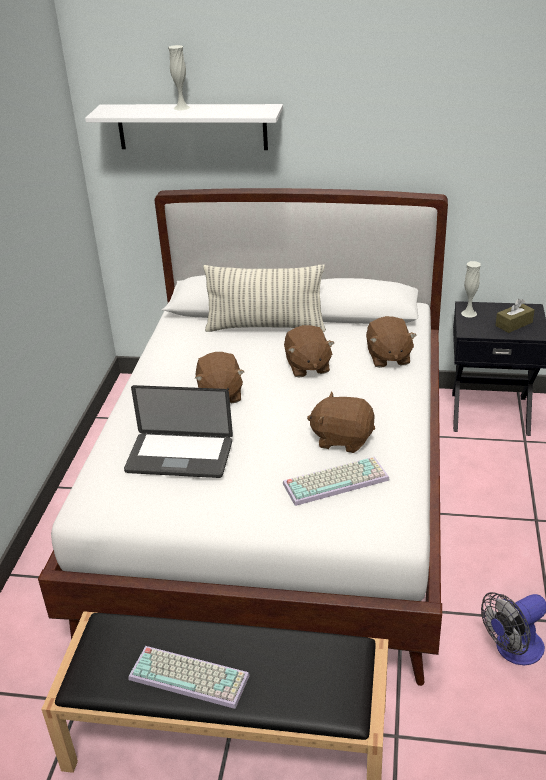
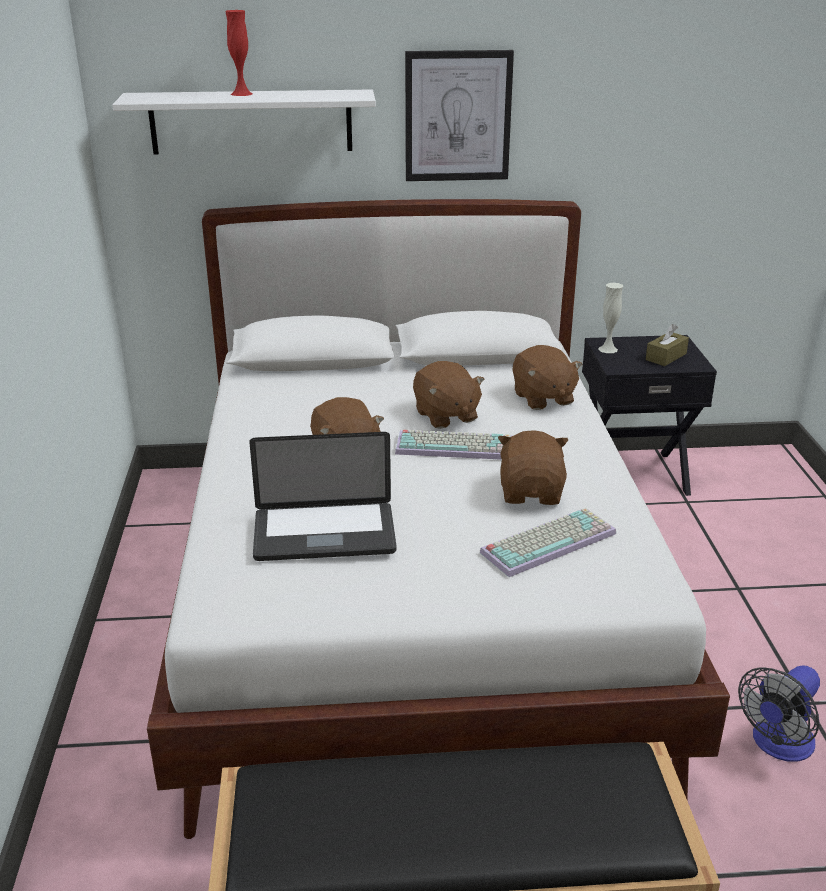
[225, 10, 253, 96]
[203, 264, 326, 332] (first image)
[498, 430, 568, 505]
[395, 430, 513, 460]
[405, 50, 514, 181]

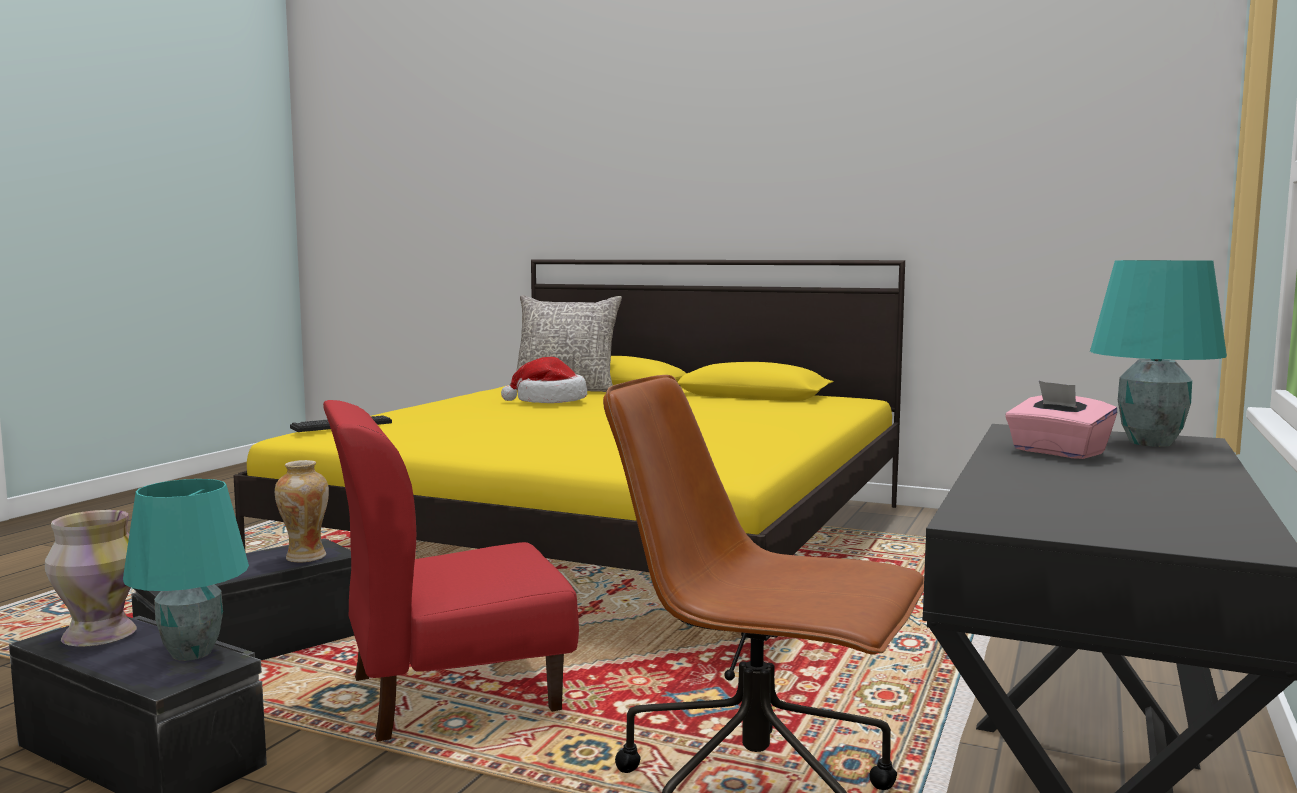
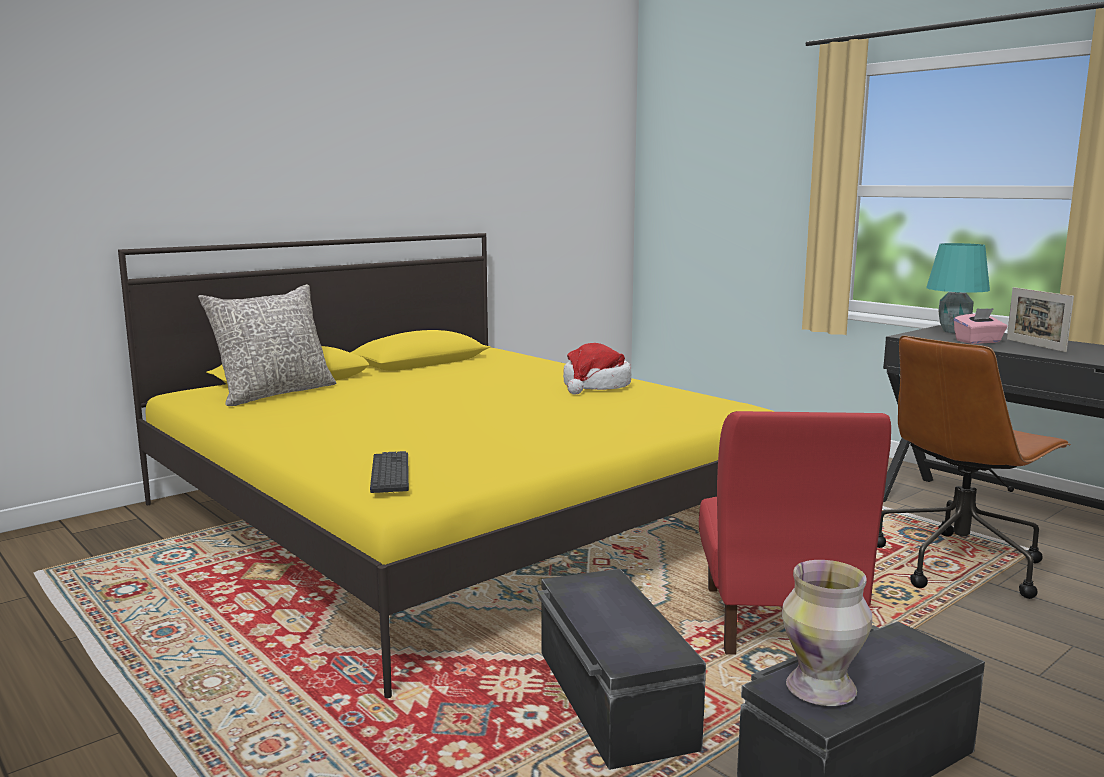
[563, 343, 631, 394]
[275, 460, 329, 562] (first image)
[123, 479, 249, 661] (first image)
[1007, 287, 1074, 352]

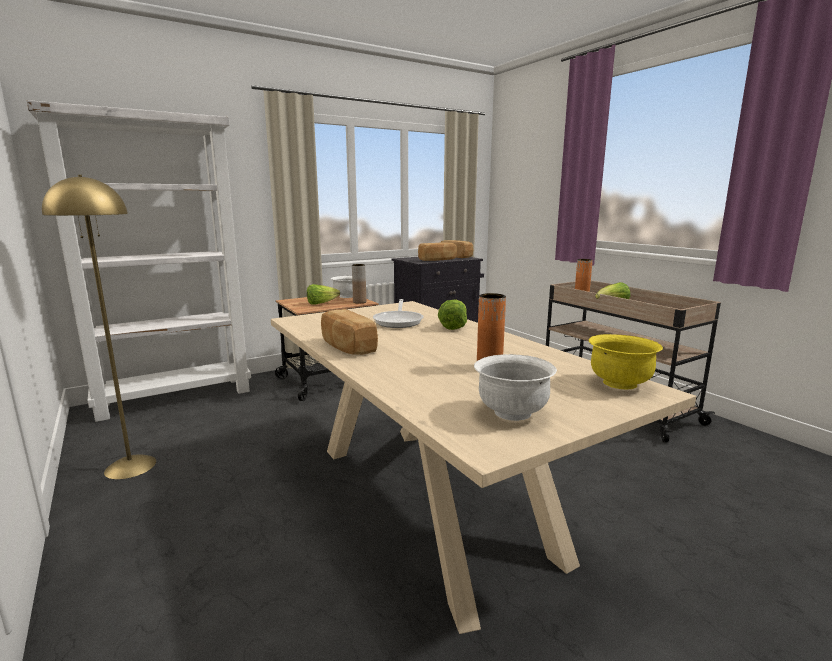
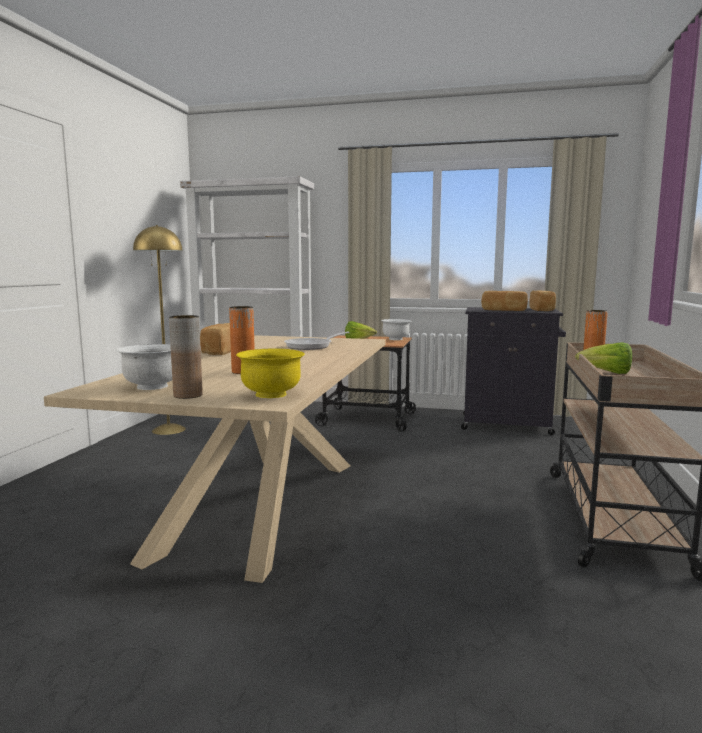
[169, 315, 203, 399]
[438, 300, 467, 330] (first image)

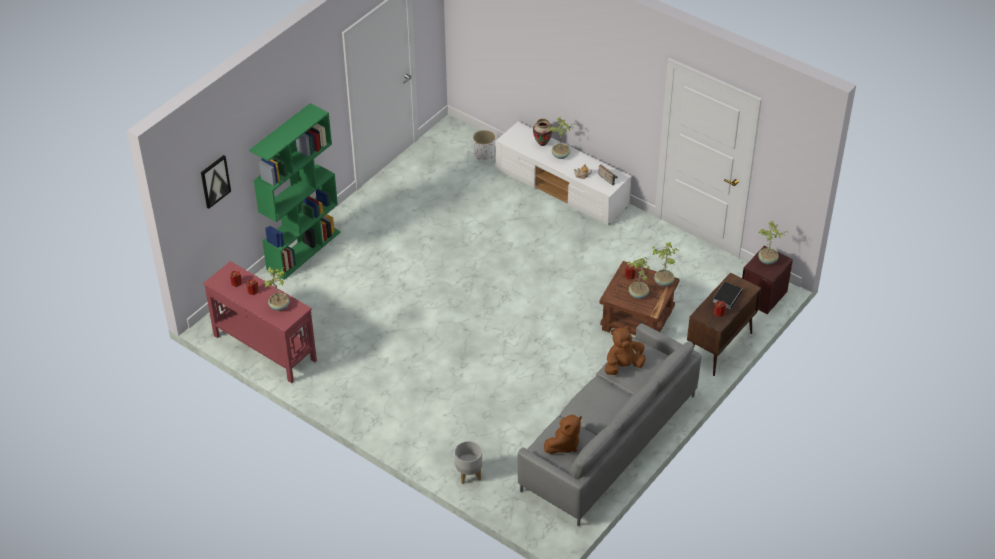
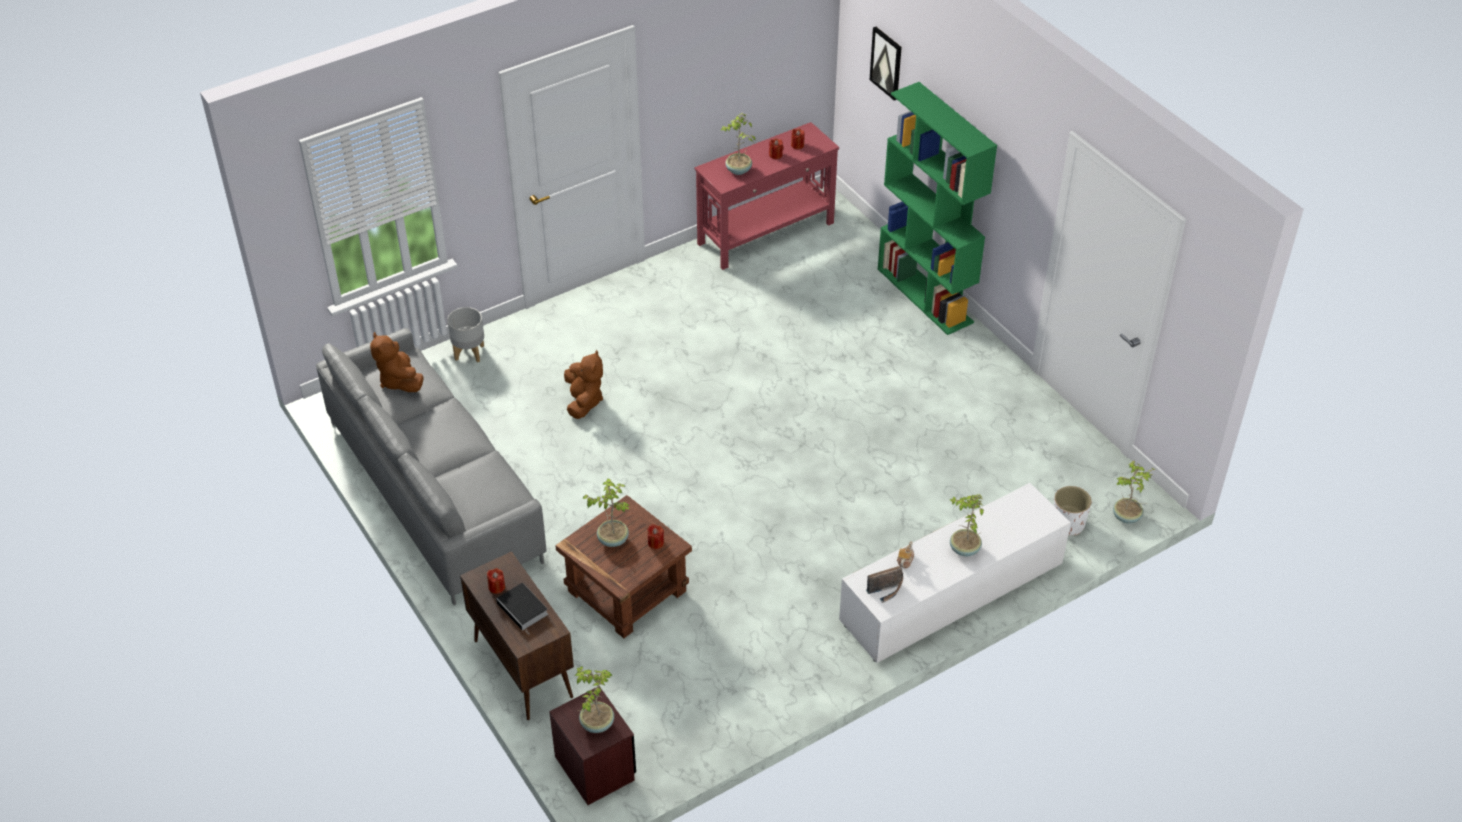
[533, 119, 553, 146] (first image)
[1113, 461, 1156, 524]
[564, 350, 603, 419]

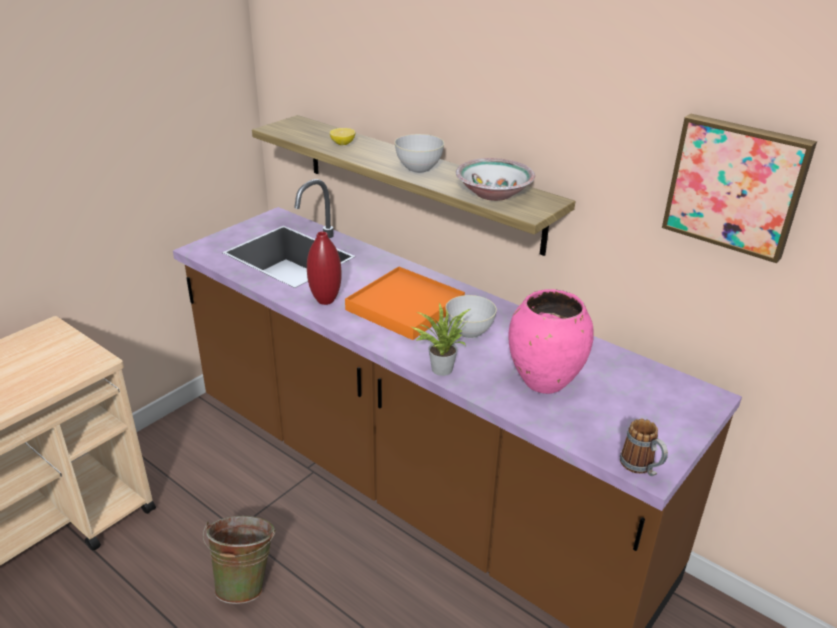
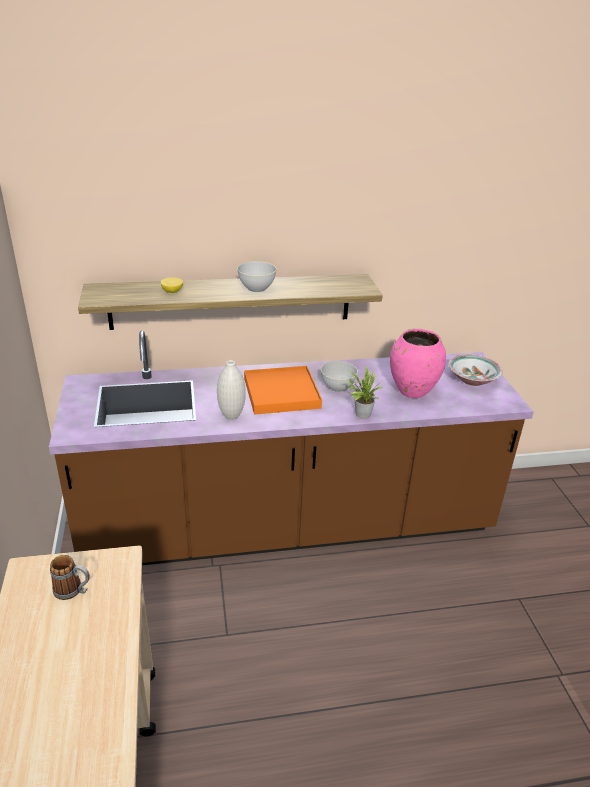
[662, 114, 817, 263] (first image)
[448, 354, 503, 386]
[217, 360, 246, 420]
[50, 555, 90, 600]
[203, 516, 276, 604] (first image)

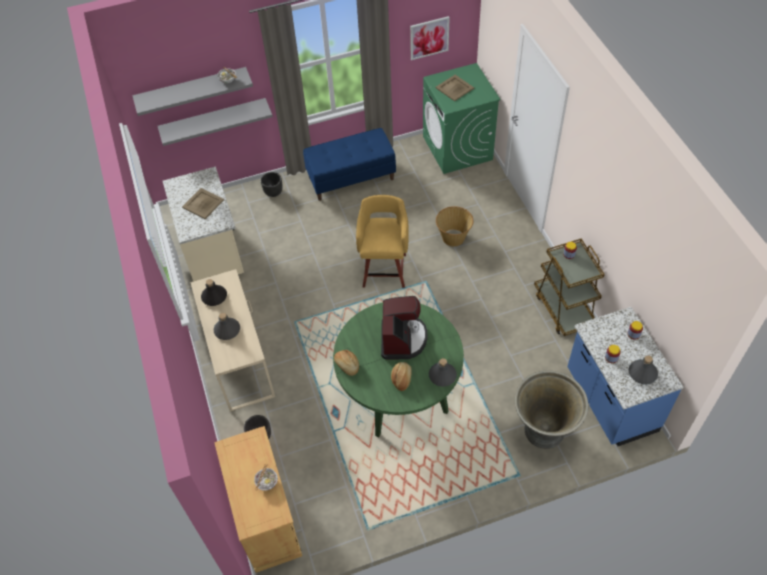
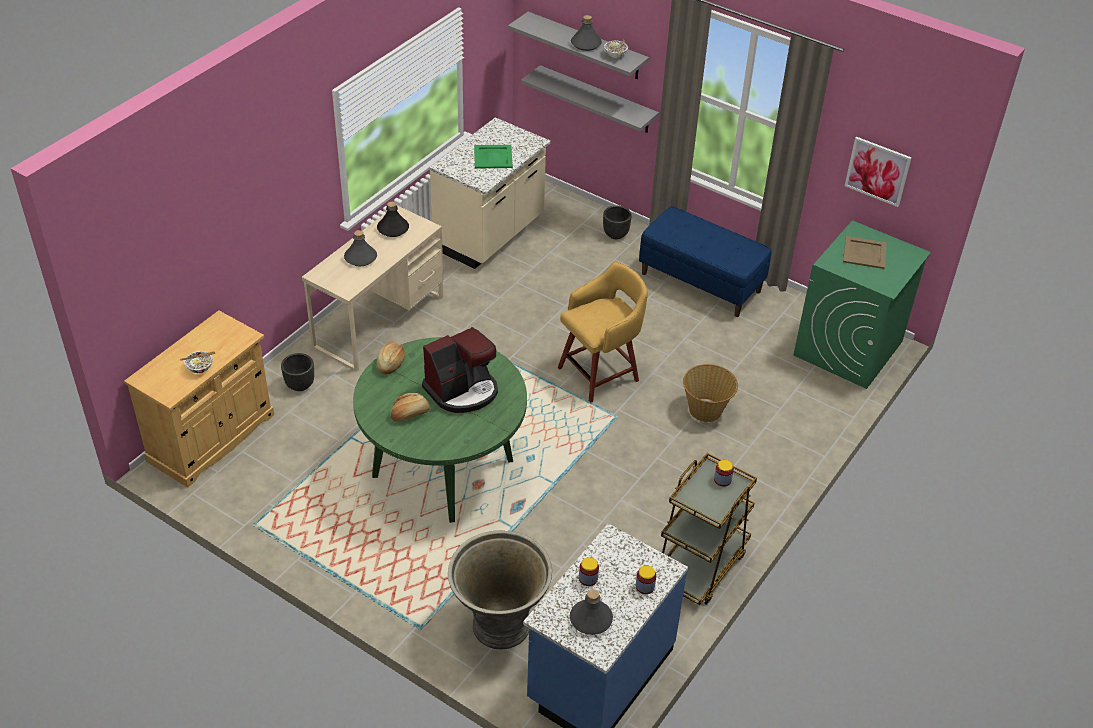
[474, 145, 513, 168]
[571, 15, 602, 51]

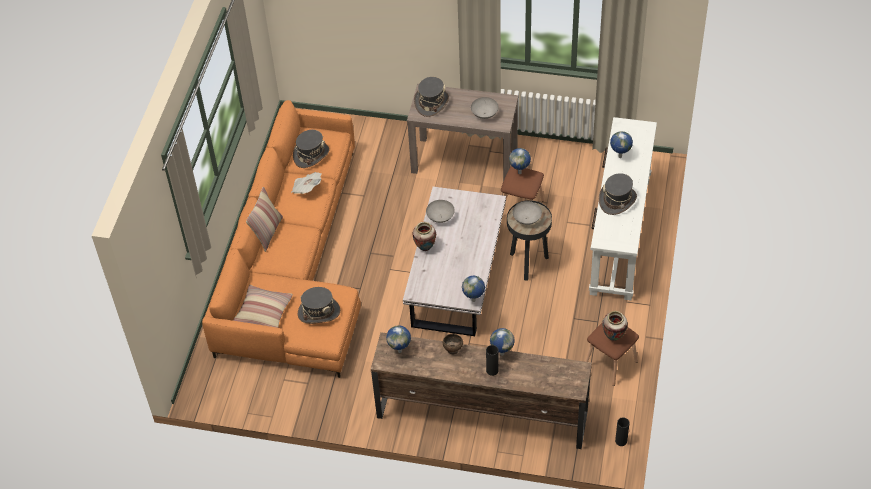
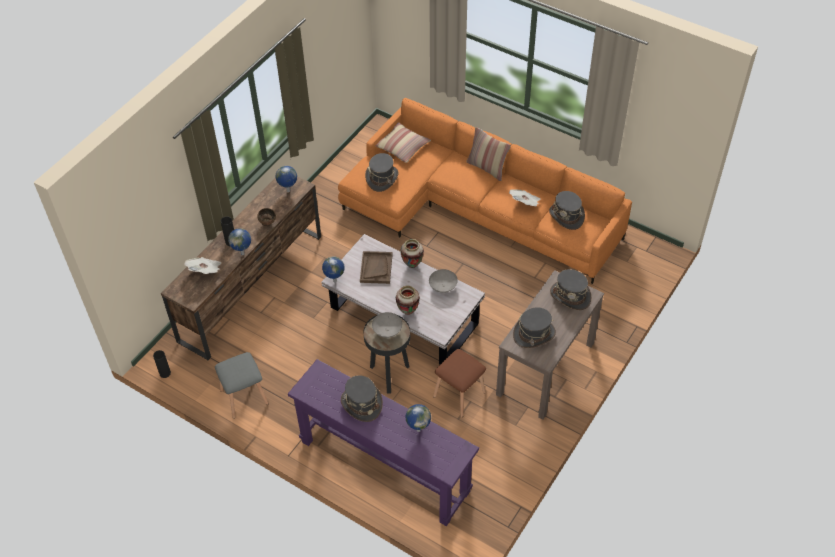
[513, 307, 556, 348]
[288, 359, 479, 526]
[509, 148, 531, 174] (first image)
[396, 285, 420, 315]
[215, 352, 269, 419]
[360, 251, 393, 284]
[184, 257, 222, 274]

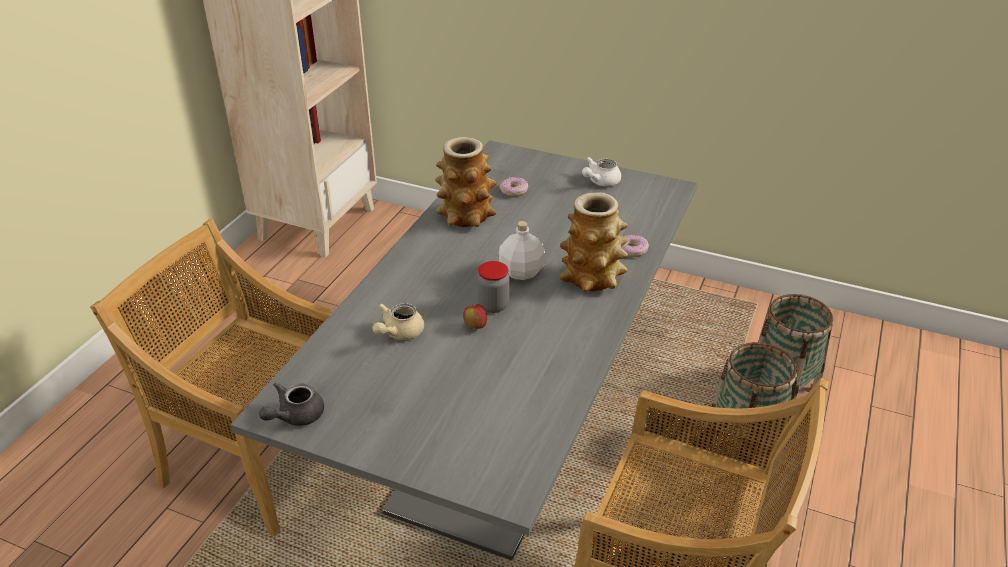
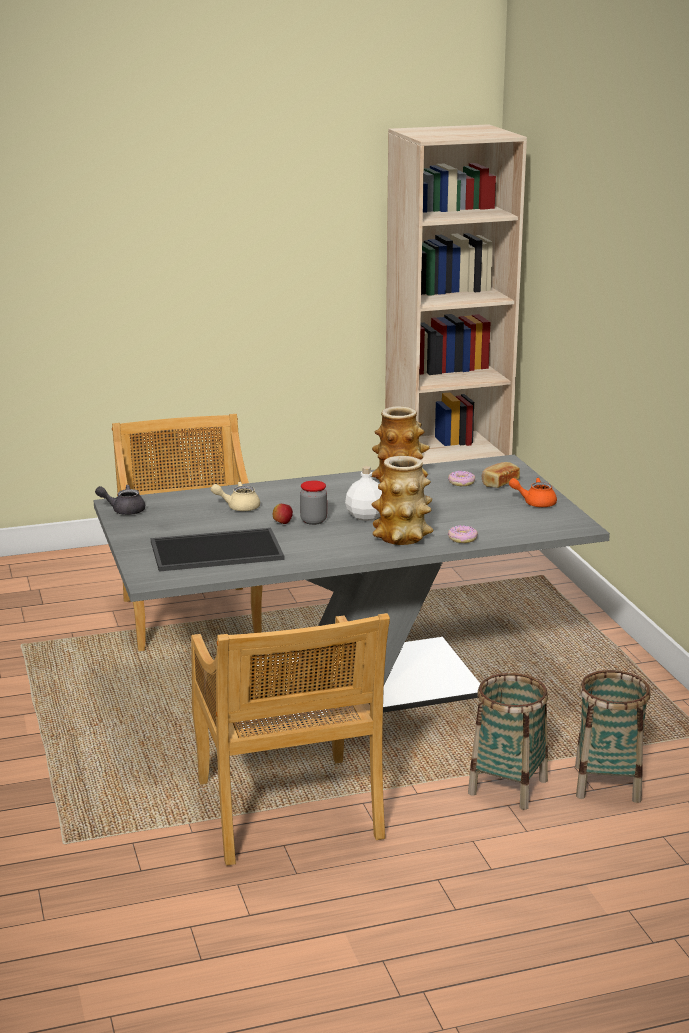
[509, 478, 557, 507]
[482, 462, 520, 488]
[151, 528, 285, 572]

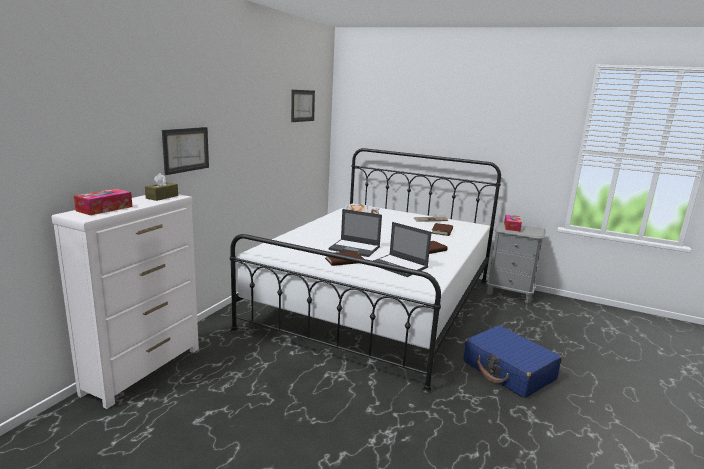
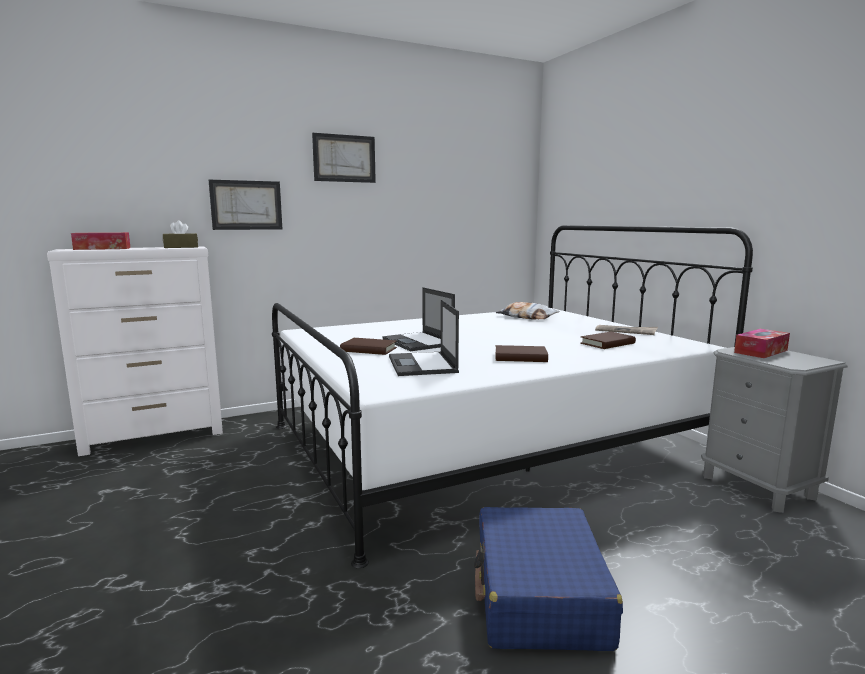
[312, 133, 376, 183]

